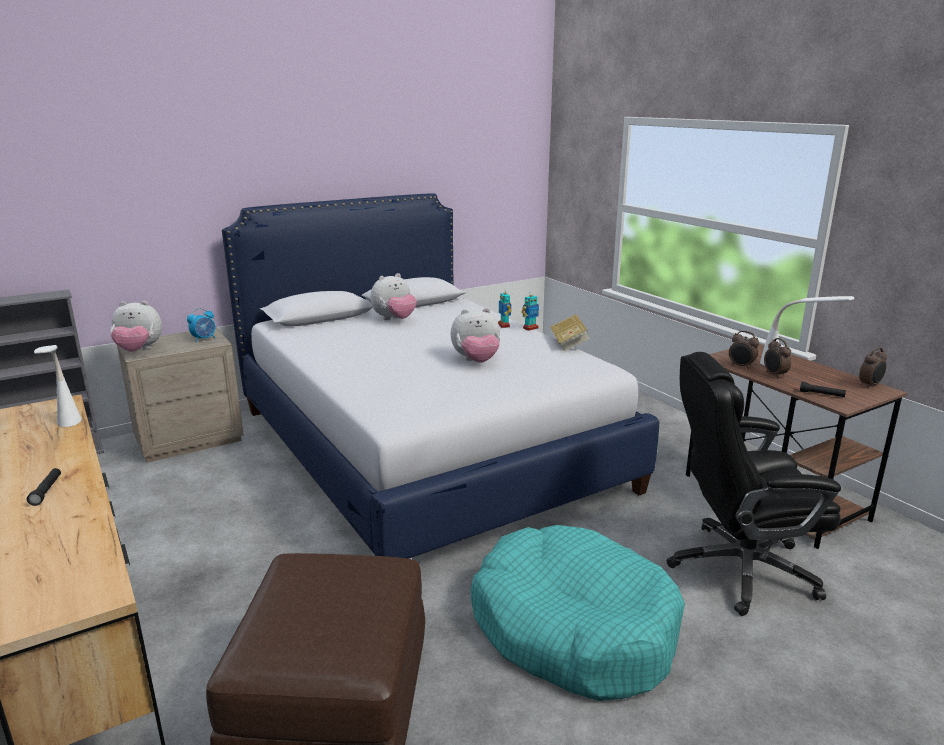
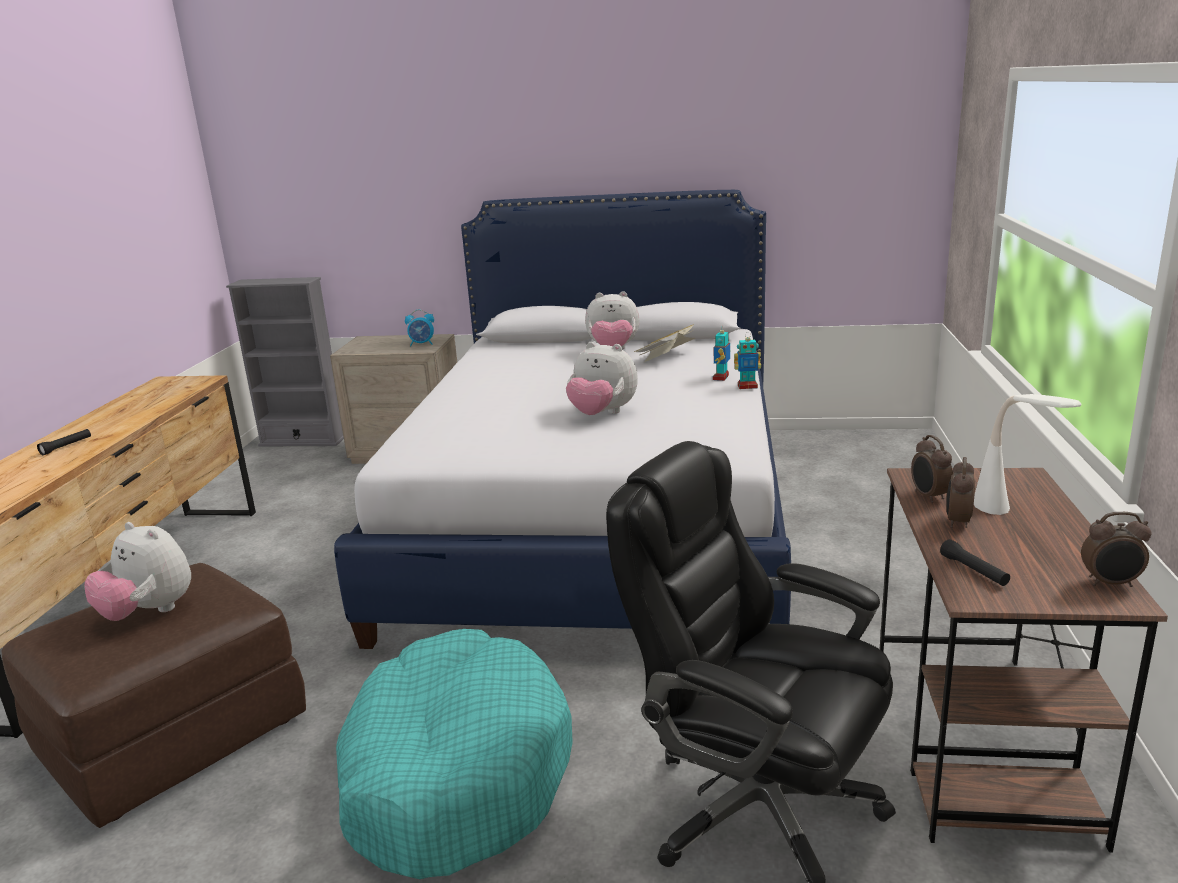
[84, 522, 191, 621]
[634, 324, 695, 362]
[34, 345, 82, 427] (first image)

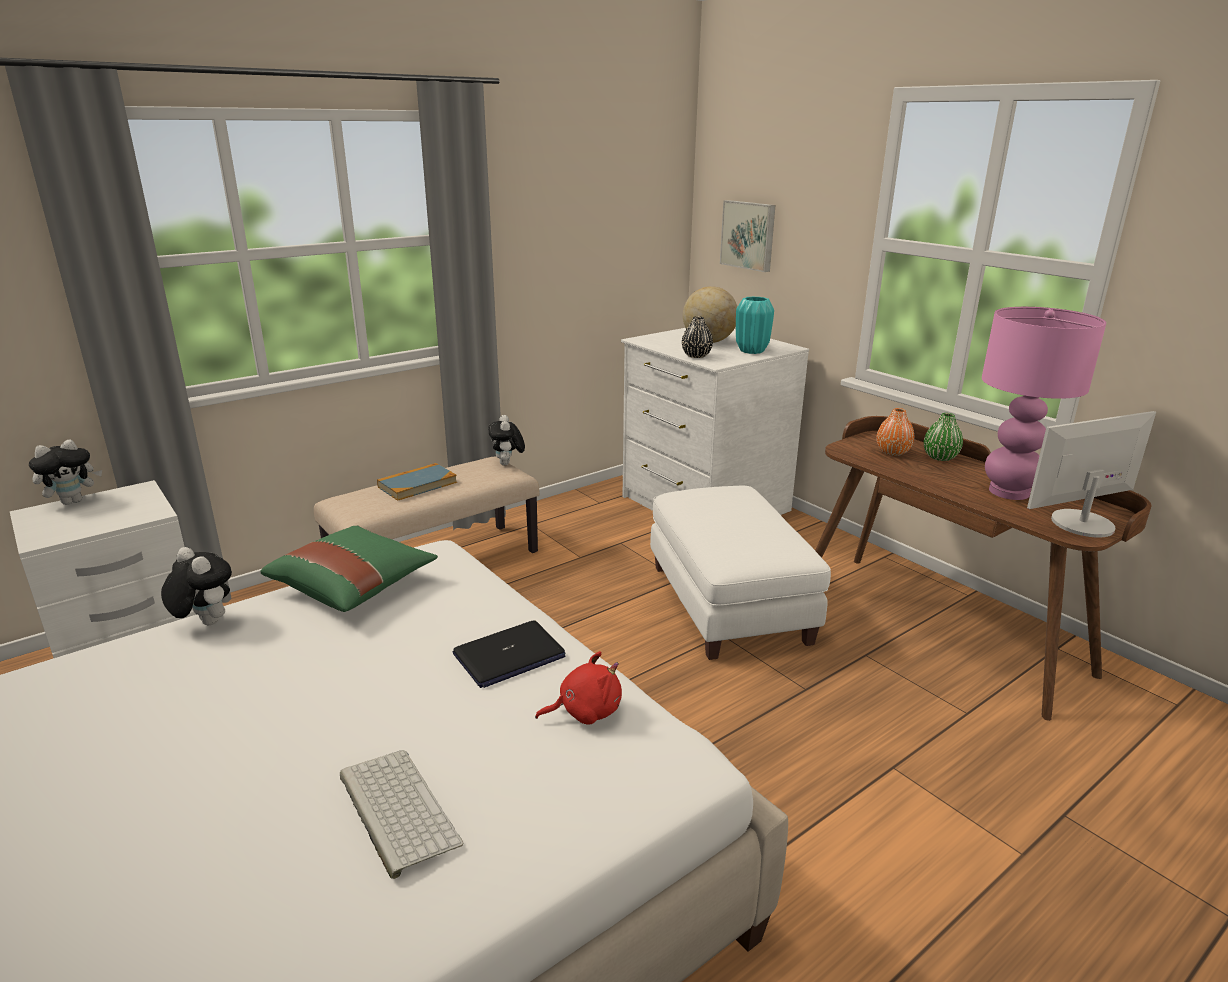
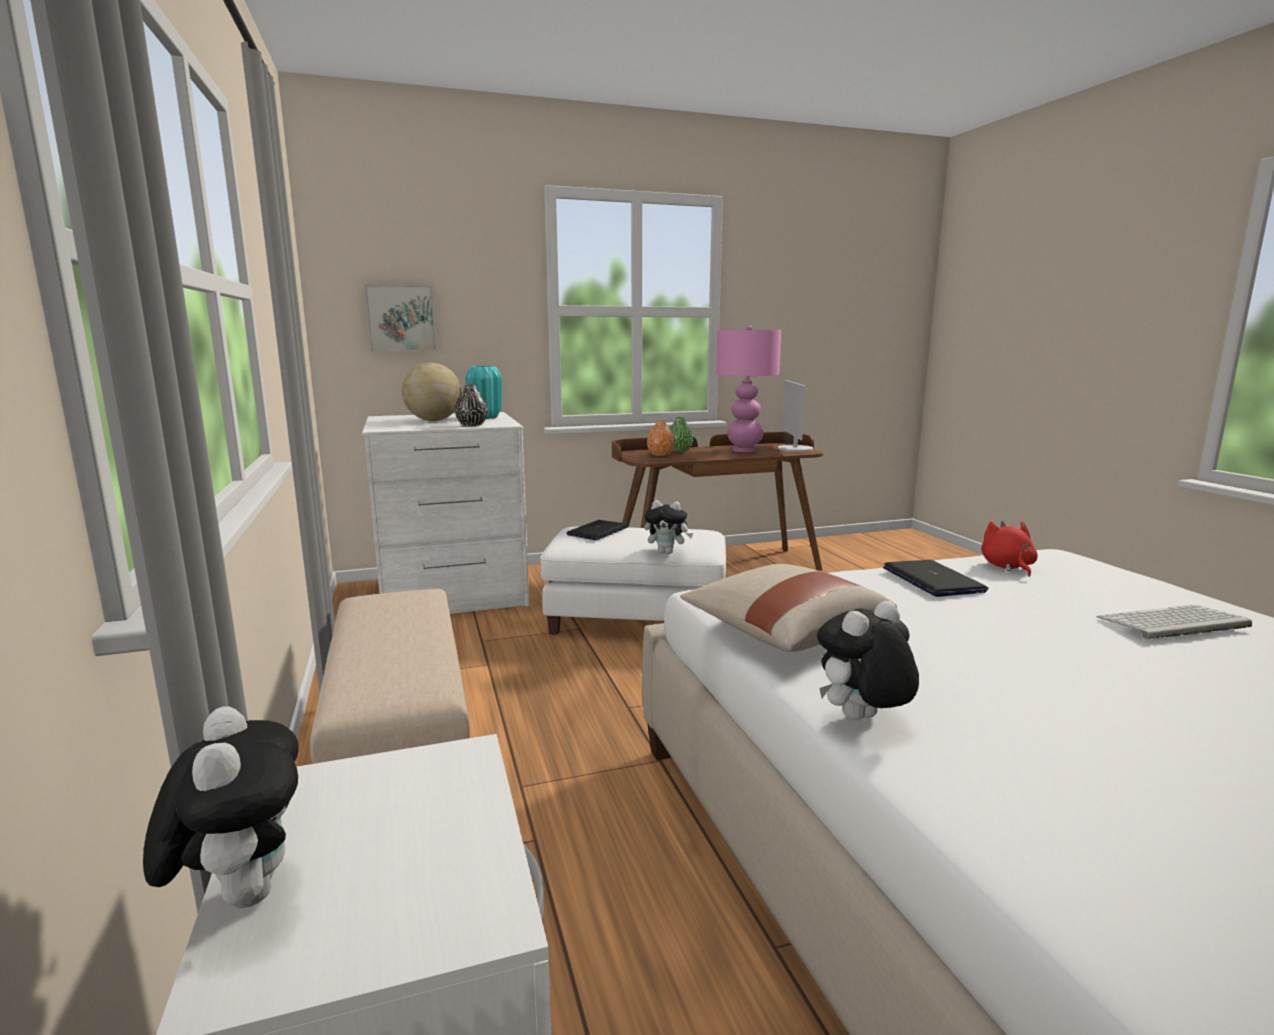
[644, 500, 693, 554]
[377, 463, 457, 501] (first image)
[680, 564, 897, 652]
[566, 520, 628, 540]

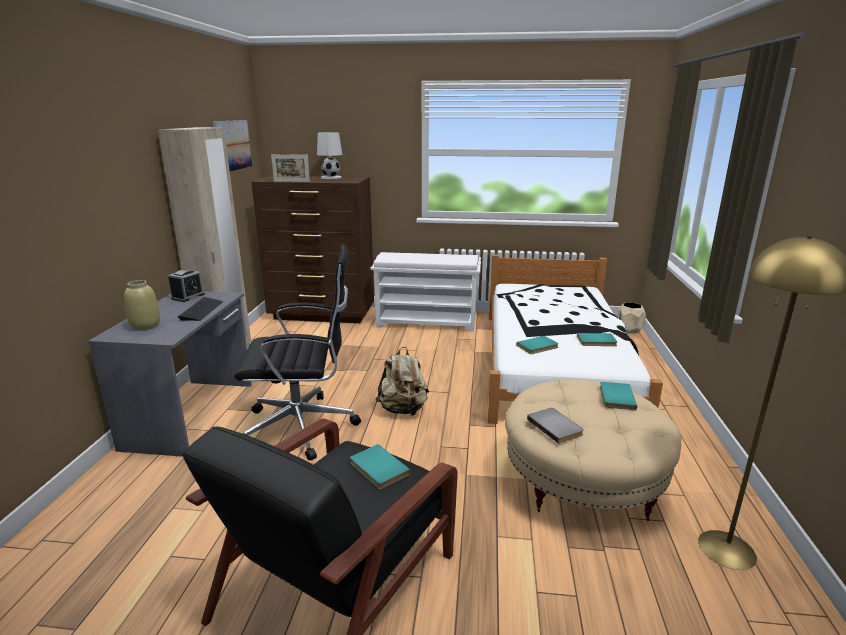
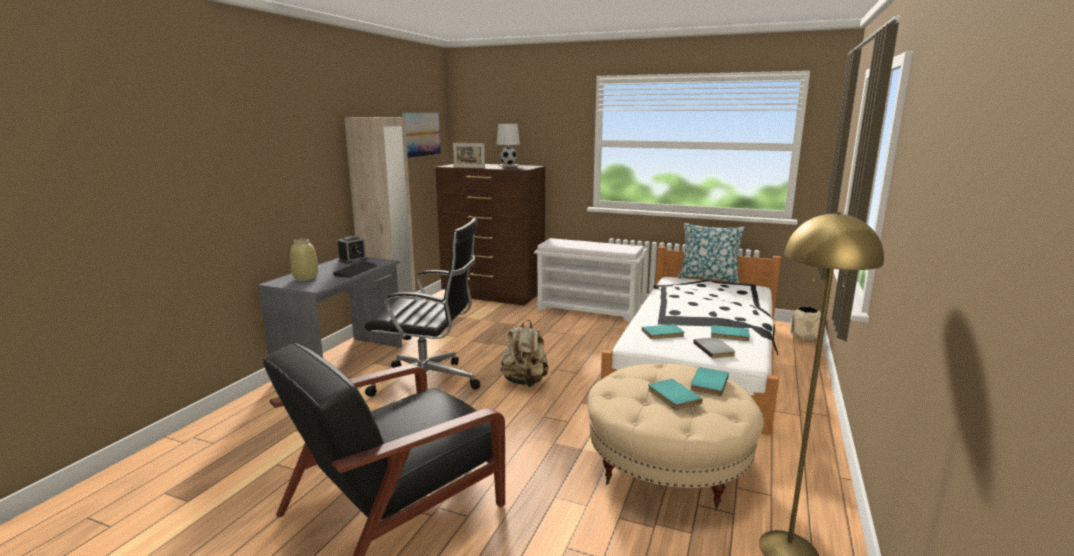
[693, 337, 736, 358]
[648, 379, 702, 410]
[678, 223, 745, 284]

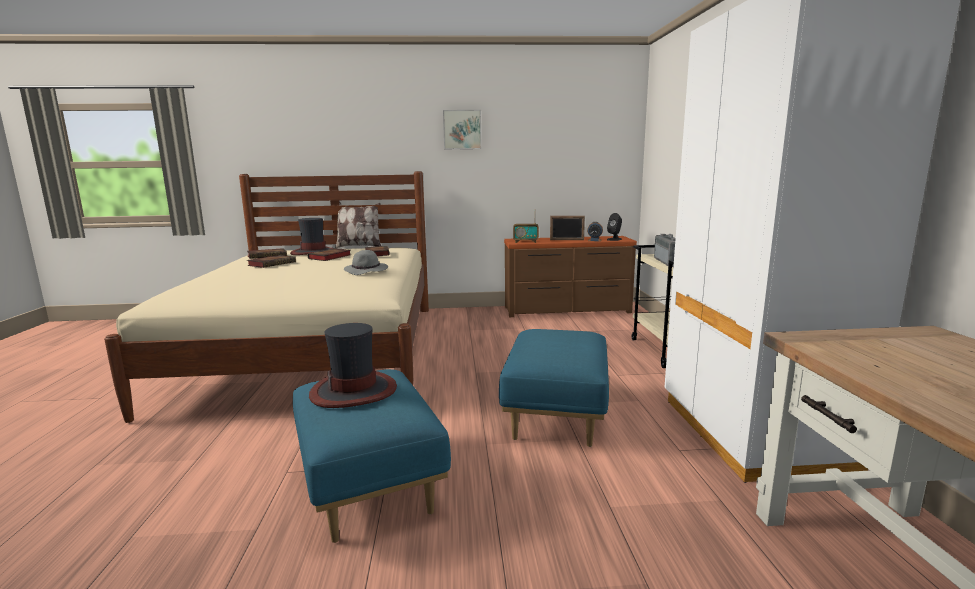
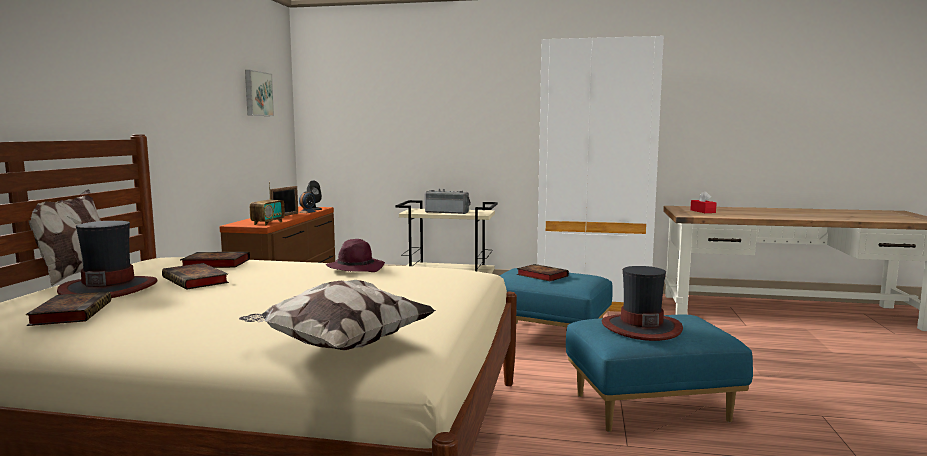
[245, 70, 274, 116]
[326, 239, 385, 272]
[517, 264, 569, 281]
[690, 191, 717, 213]
[239, 280, 436, 351]

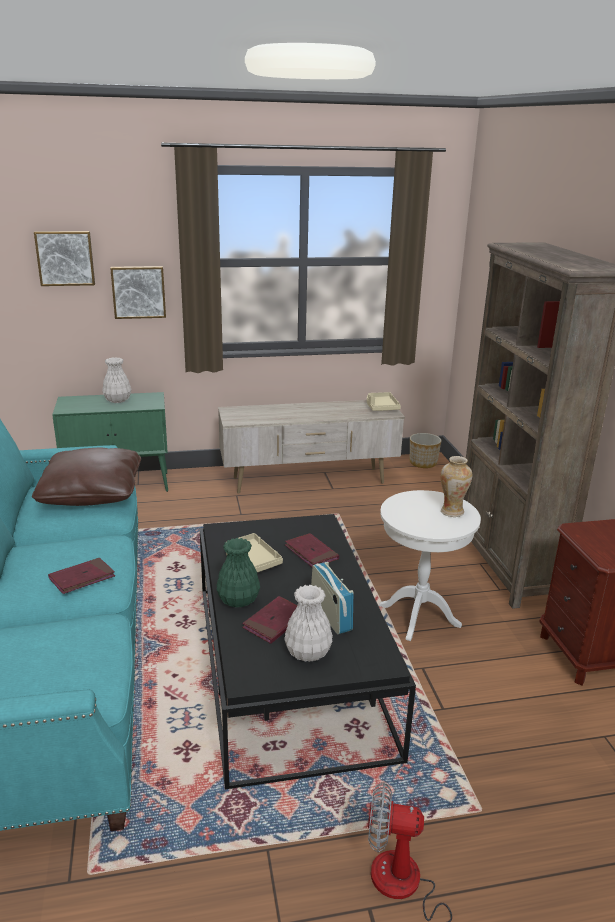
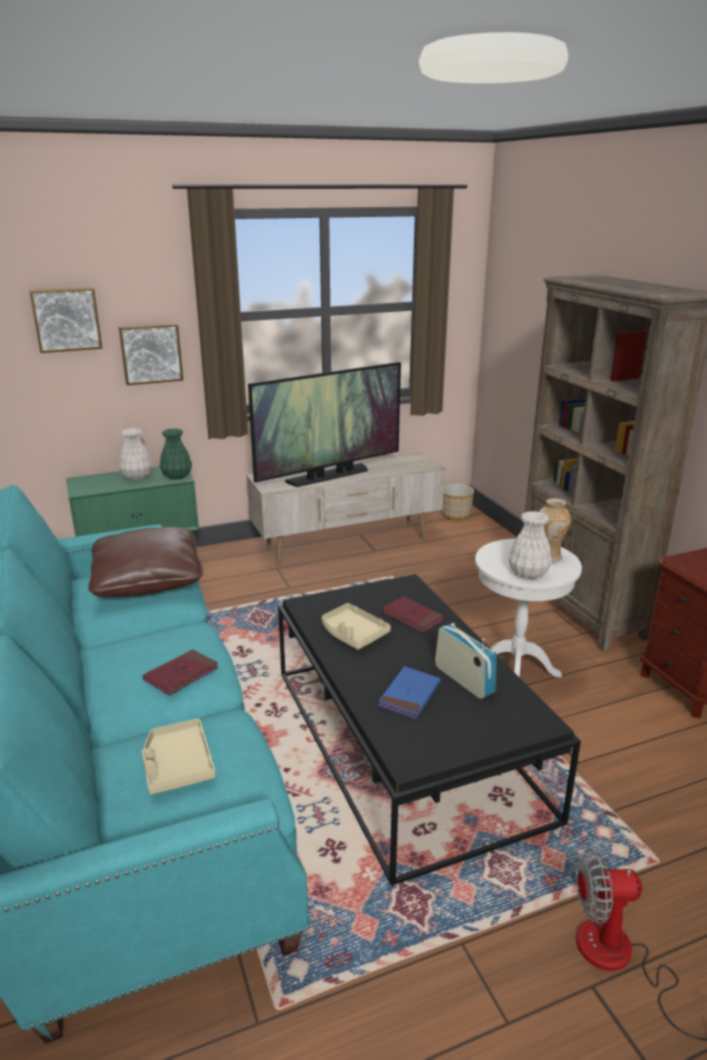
[142, 718, 216, 794]
[160, 428, 192, 480]
[509, 511, 552, 579]
[378, 666, 441, 719]
[248, 362, 401, 487]

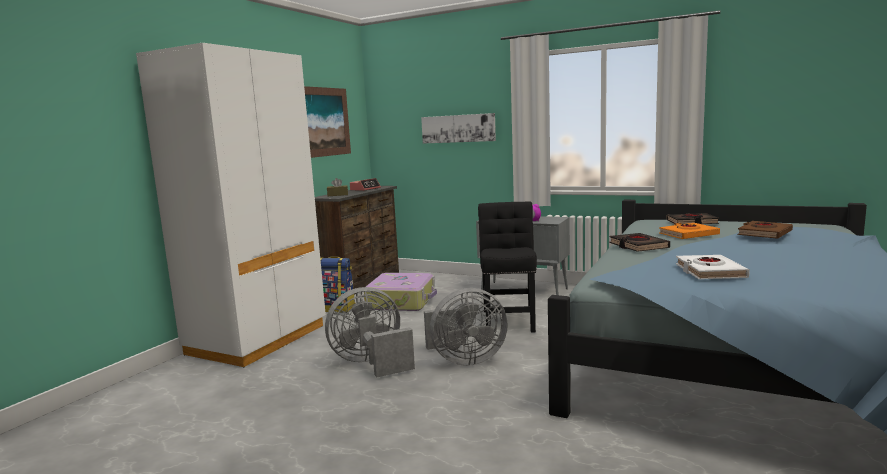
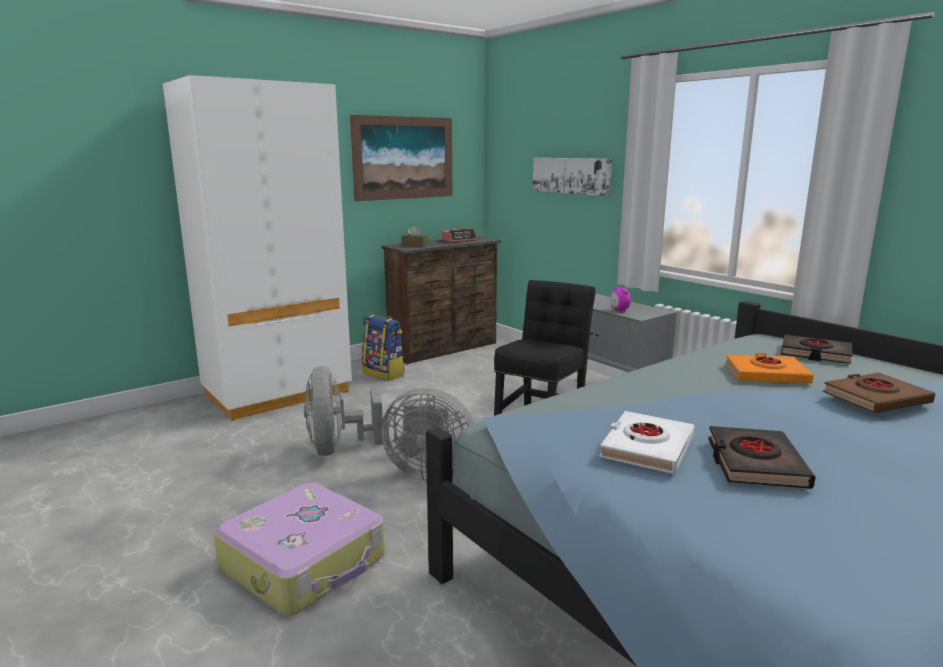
[708, 426, 816, 489]
[213, 482, 385, 616]
[304, 366, 383, 456]

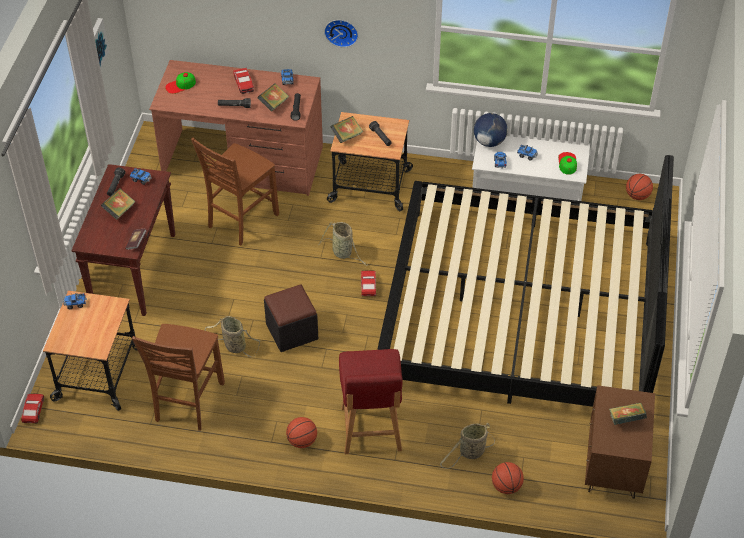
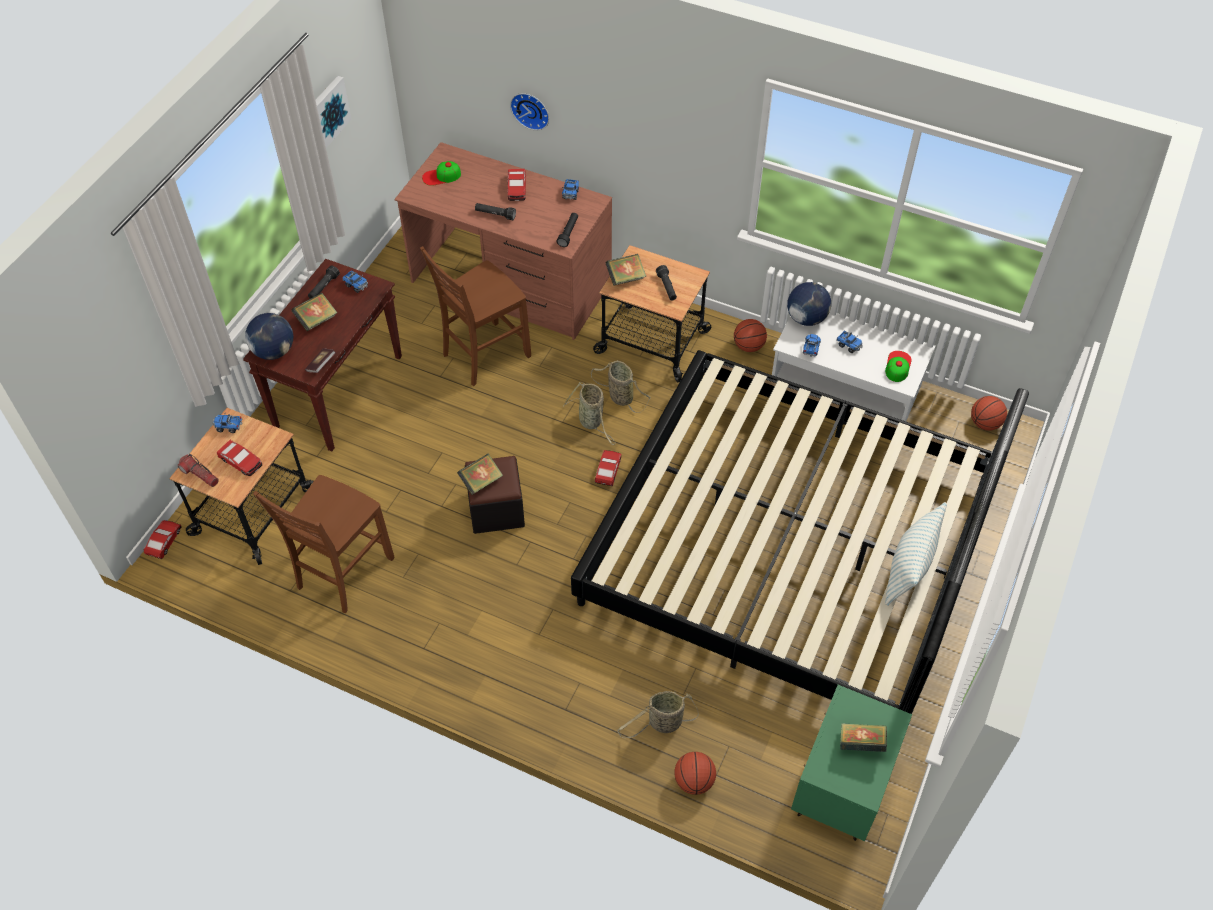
[510, 93, 549, 130]
[457, 454, 503, 495]
[591, 361, 651, 413]
[339, 349, 403, 454] (first image)
[791, 685, 912, 841]
[734, 319, 767, 352]
[245, 313, 293, 360]
[217, 440, 262, 476]
[178, 454, 219, 487]
[885, 502, 947, 606]

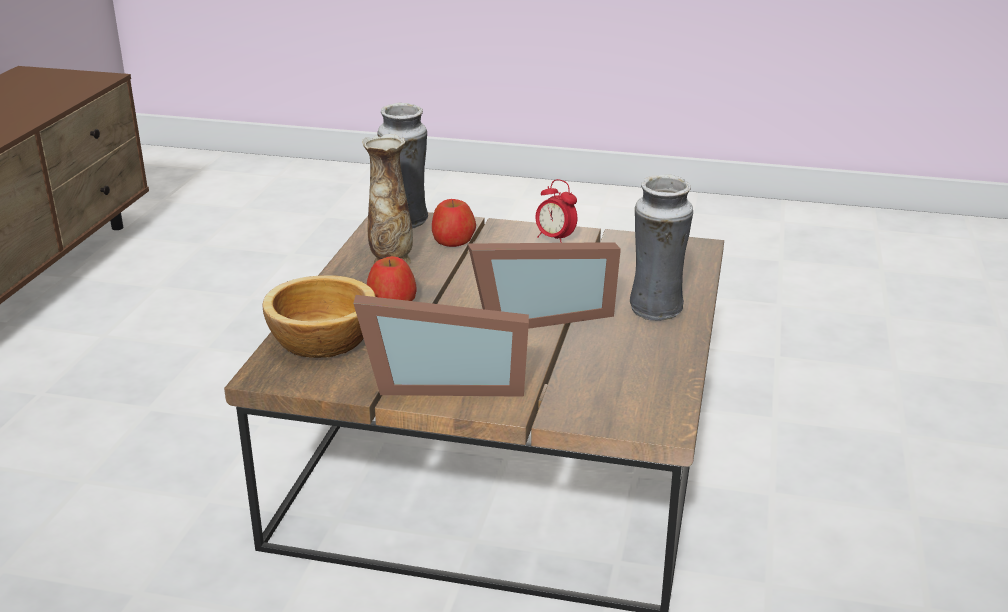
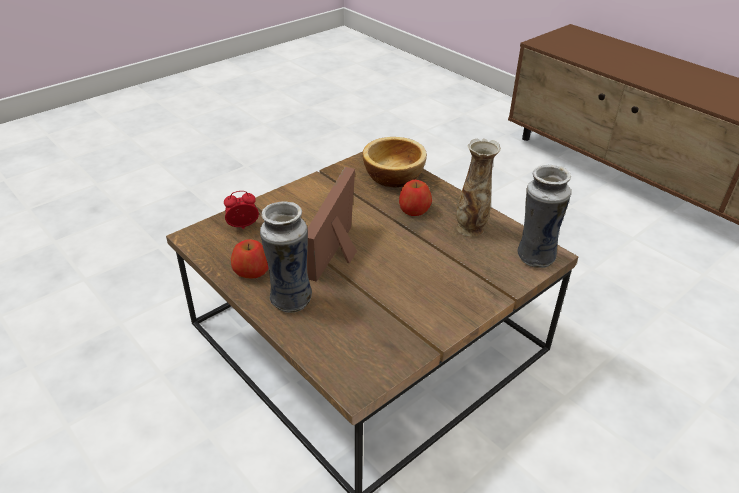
[224, 191, 259, 229]
[231, 239, 268, 279]
[353, 295, 529, 397] (first image)

